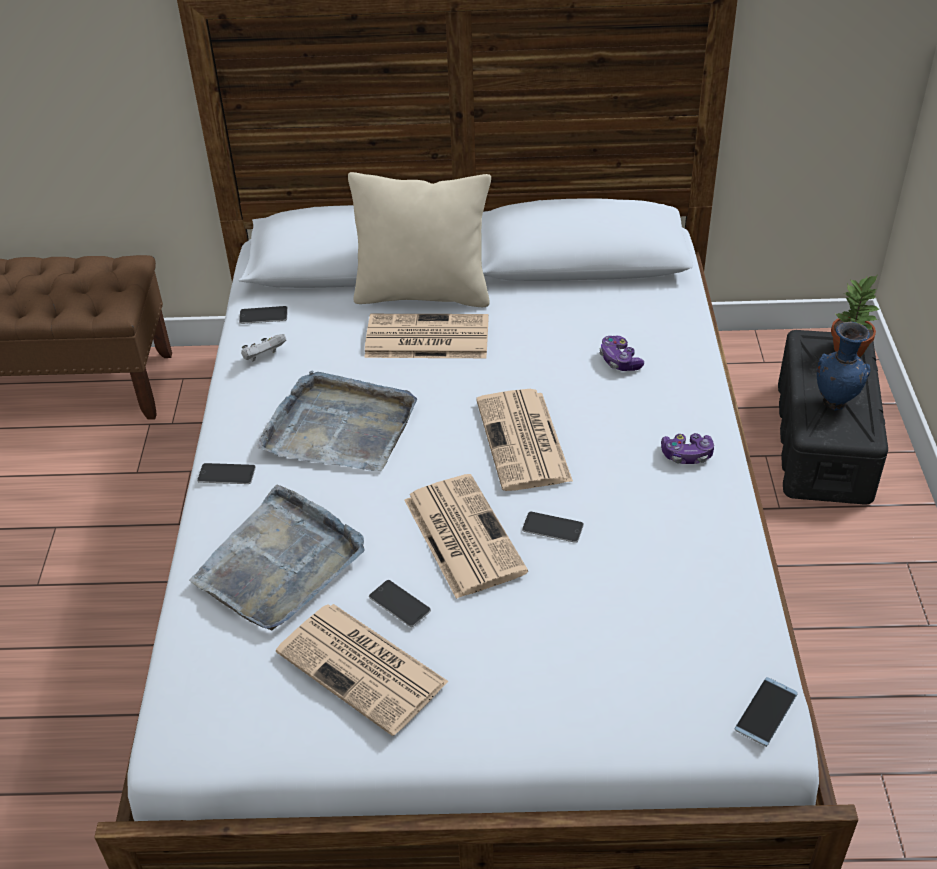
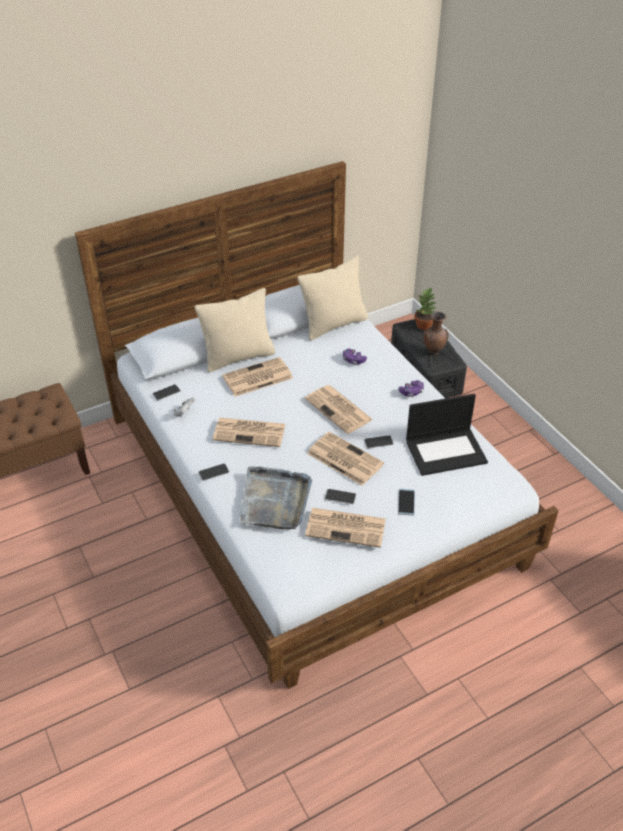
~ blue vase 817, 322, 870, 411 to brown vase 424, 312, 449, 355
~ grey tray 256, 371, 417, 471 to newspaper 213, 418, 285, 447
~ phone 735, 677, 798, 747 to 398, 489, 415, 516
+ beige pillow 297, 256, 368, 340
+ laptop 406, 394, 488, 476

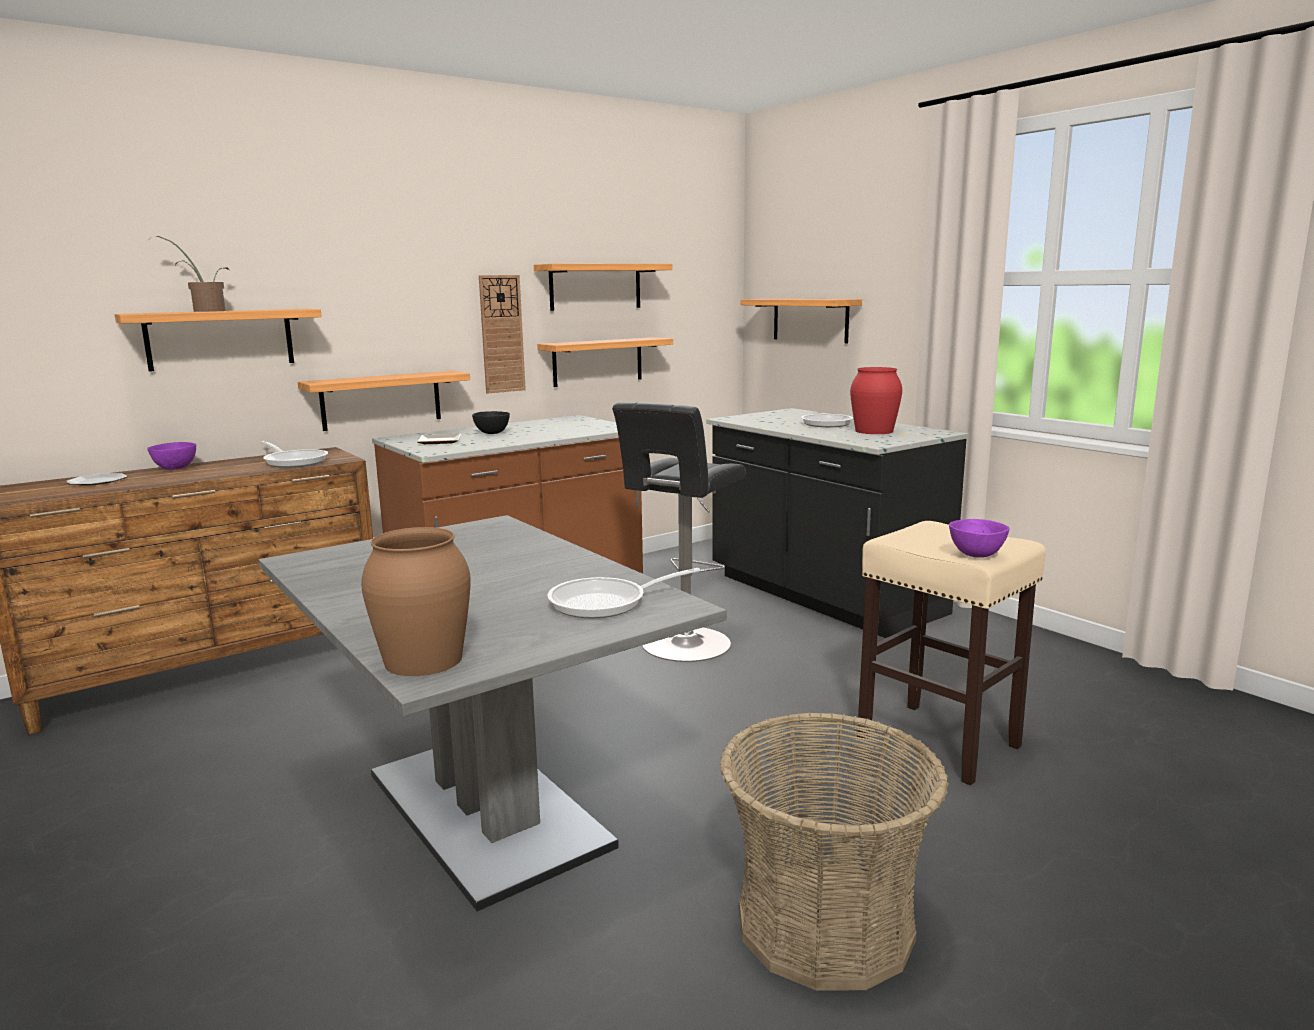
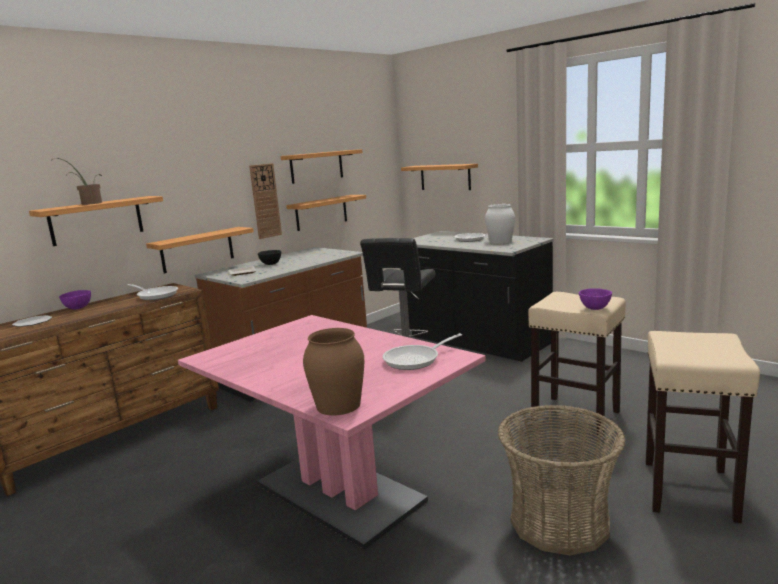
~ red vase 850, 367, 902, 434 to white vase 485, 204, 515, 244
~ grey dining table 259, 515, 727, 911 to pink dining table 178, 315, 486, 550
+ beige stool 646, 331, 760, 523

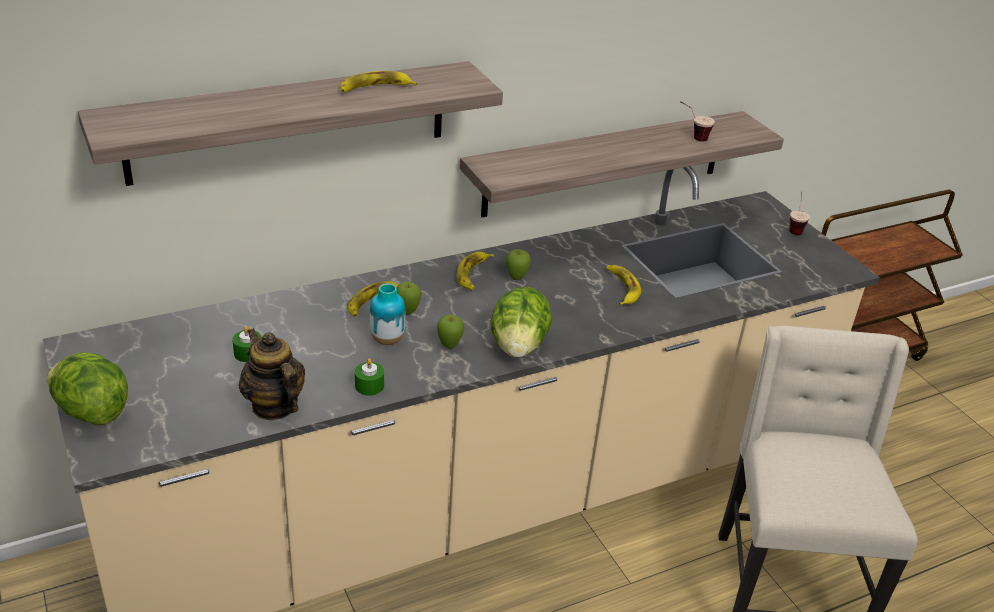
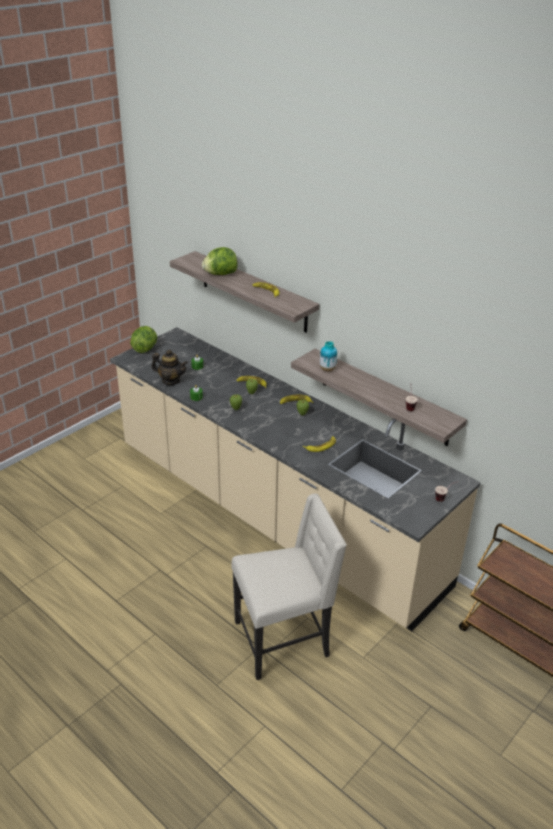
~ vase 370, 283, 405, 345 to 320, 341, 337, 371
~ lettuce 491, 287, 552, 358 to 202, 247, 238, 275
~ teapot 239, 328, 305, 420 = 151, 350, 188, 385 75 degrees clockwise

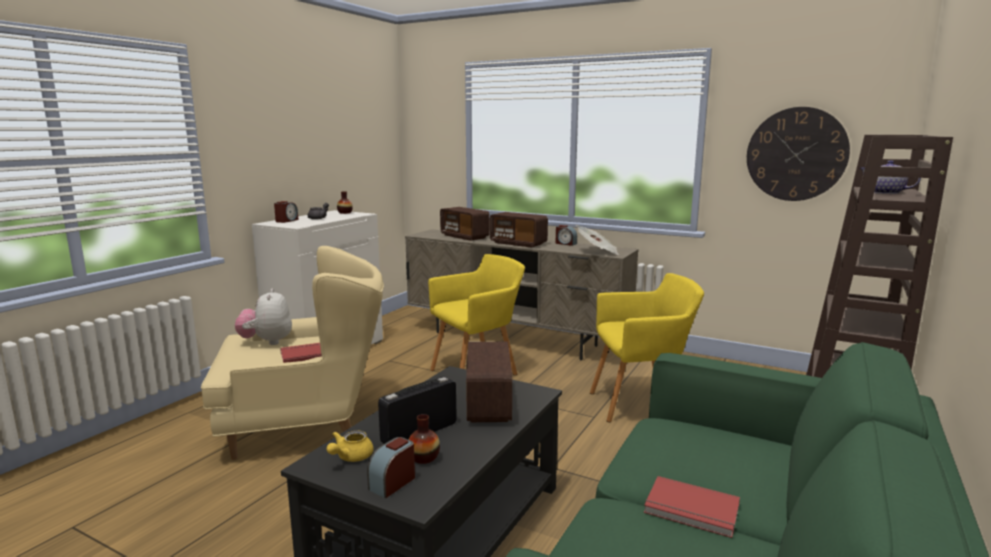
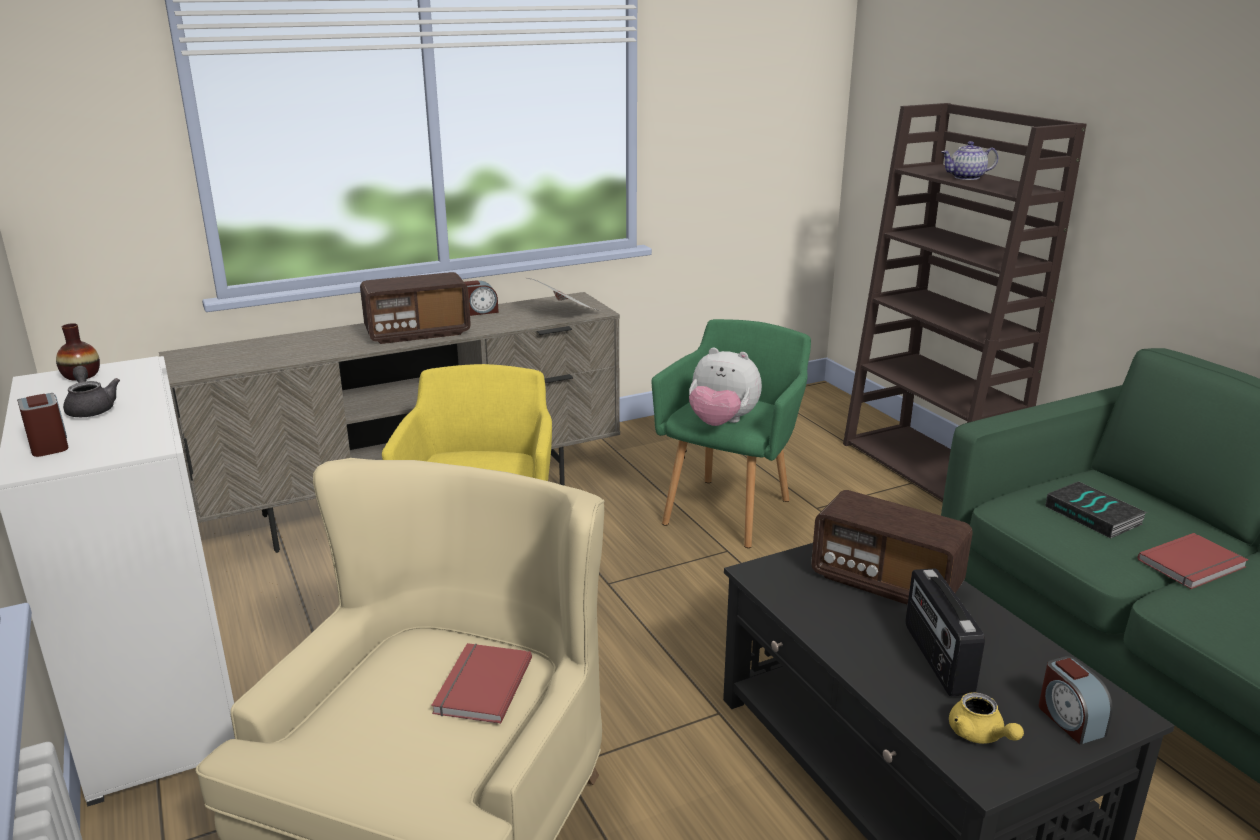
- wall clock 747, 107, 850, 201
- radio 440, 207, 490, 241
~ yellow armchair 590, 273, 704, 422 to green armchair 651, 319, 811, 548
~ plush toy 235, 288, 292, 345 to 689, 348, 762, 426
- vase 408, 414, 440, 464
+ book 1045, 481, 1147, 538

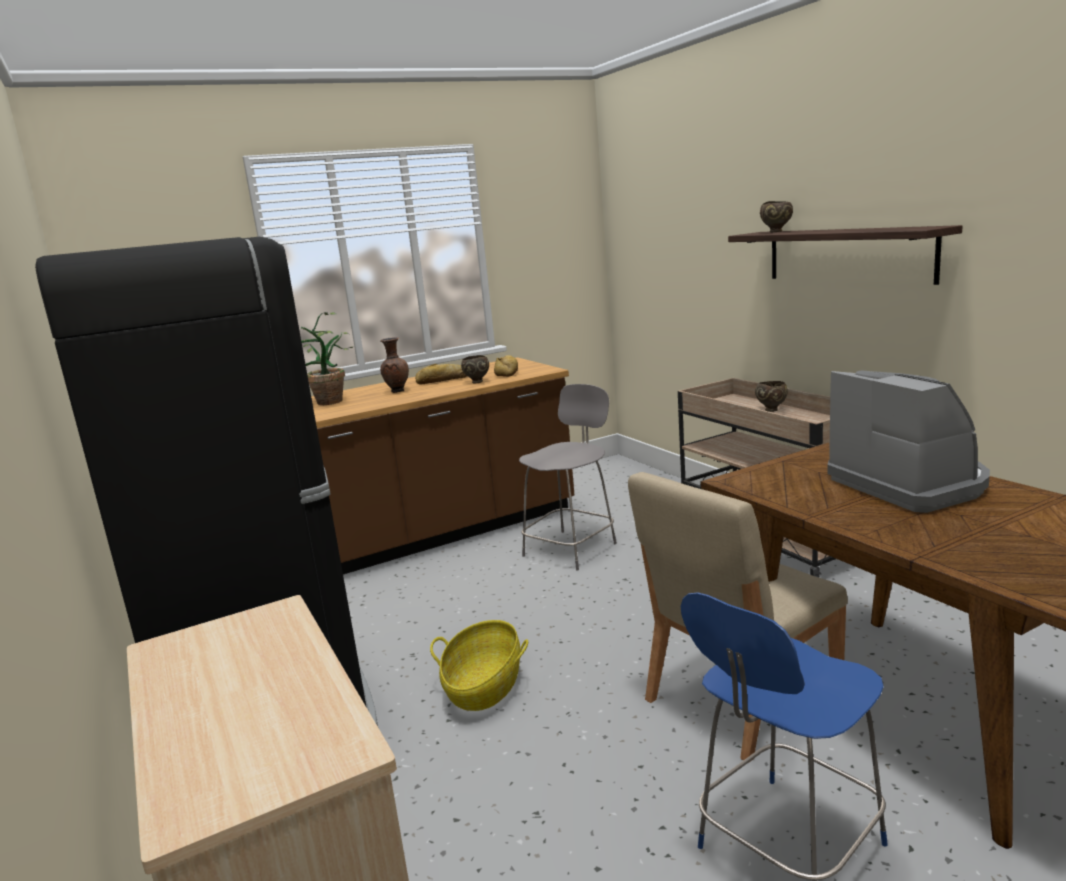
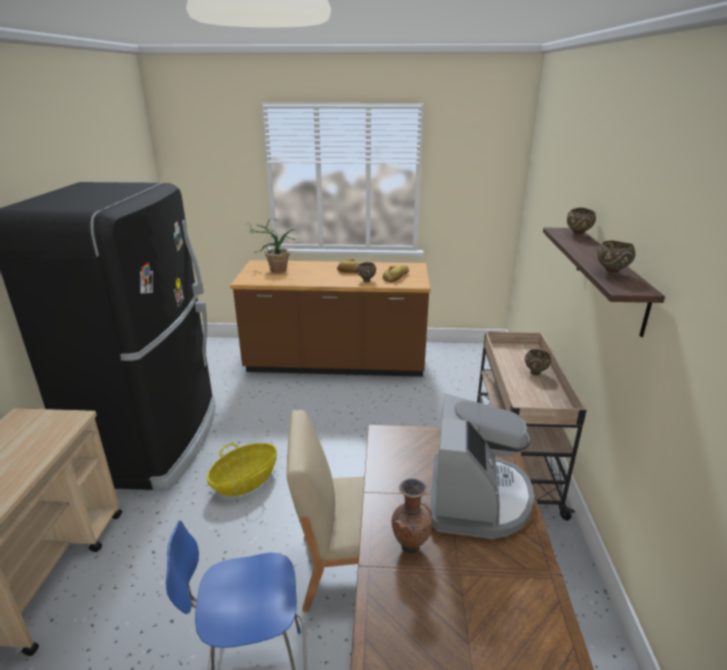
~ brown vase 380, 337, 409, 393 to 392, 479, 432, 553
- grey chair 519, 384, 617, 570
+ brown bowl 597, 241, 636, 276

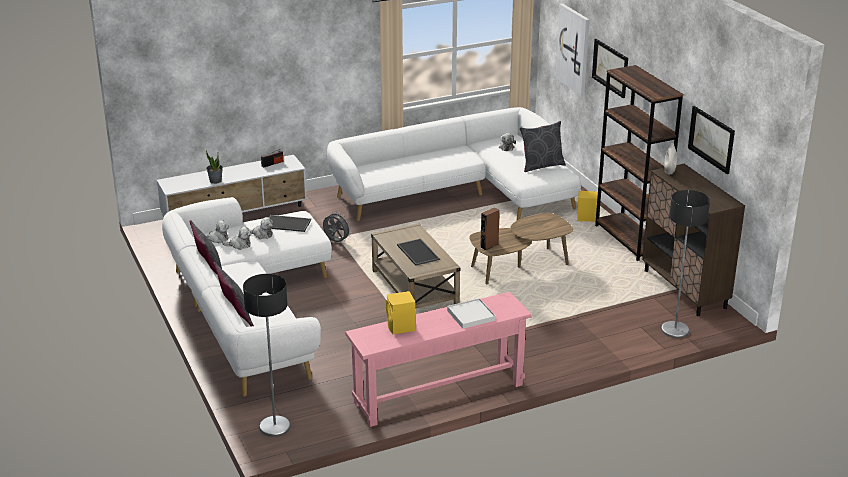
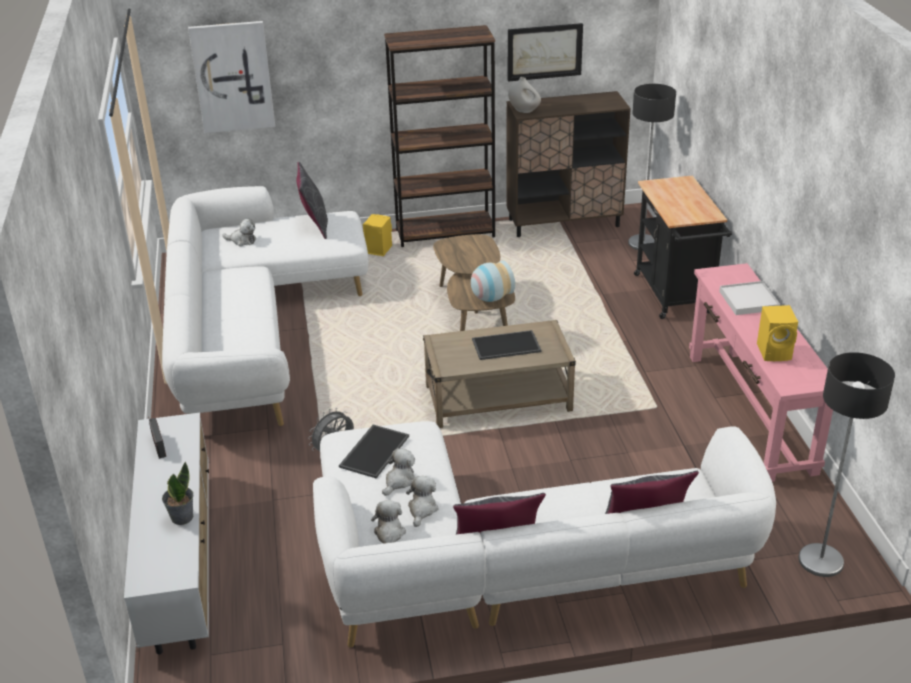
- picture 592, 39, 628, 98
~ brown speaker 480, 208, 500, 250 to vase 471, 261, 515, 302
+ black cart 634, 176, 732, 319

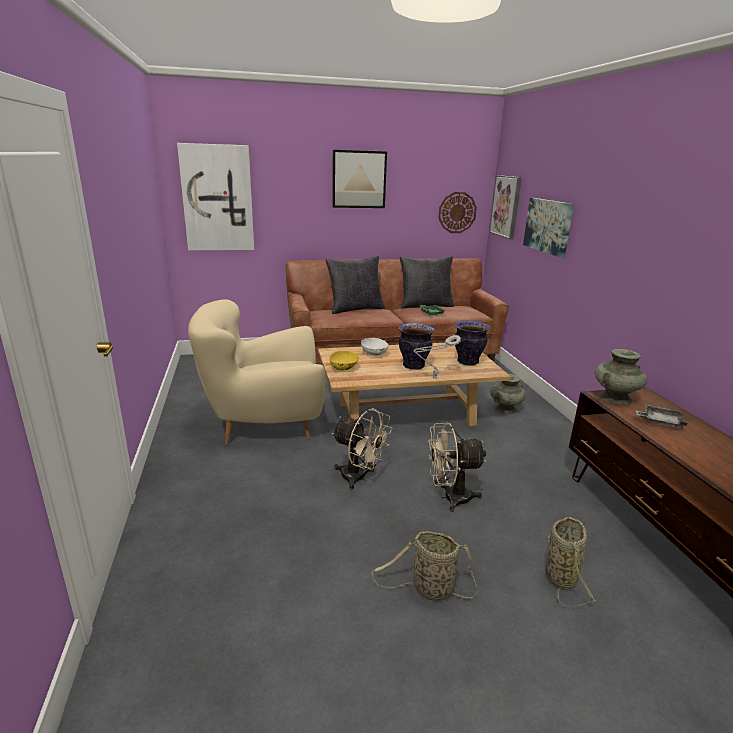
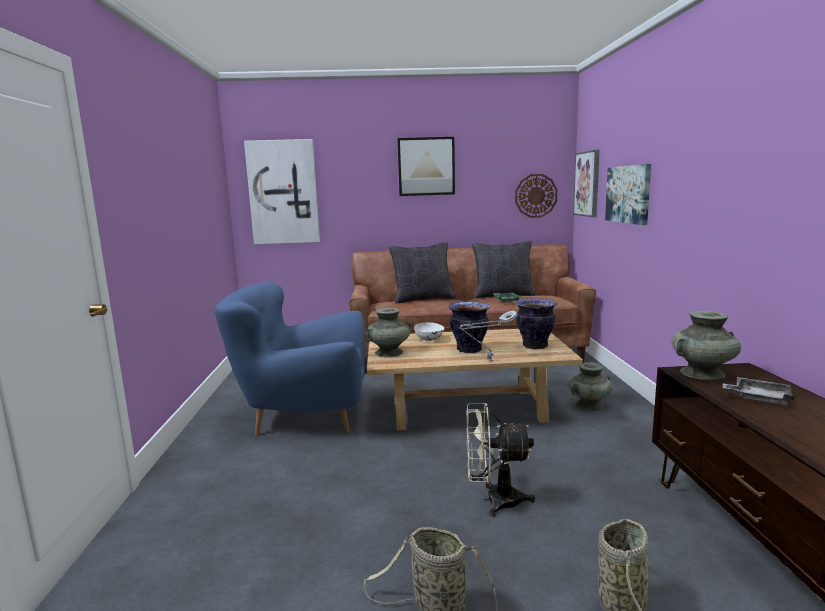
~ beige armchair 188, 299, 325, 444 to blue armchair 215, 282, 366, 436
~ yellow bowl 329, 351, 359, 371 to turquoise vase 364, 308, 411, 357
- beige fan 332, 408, 392, 489

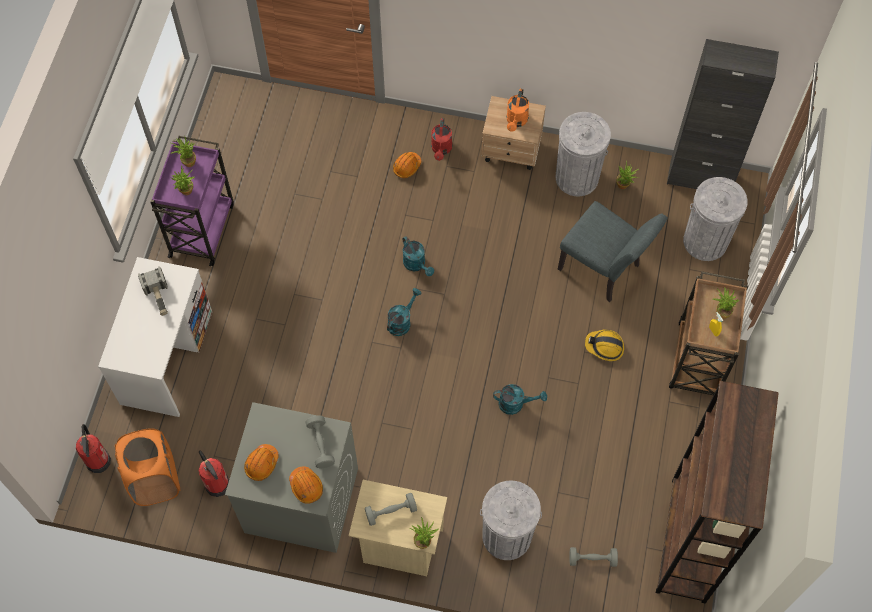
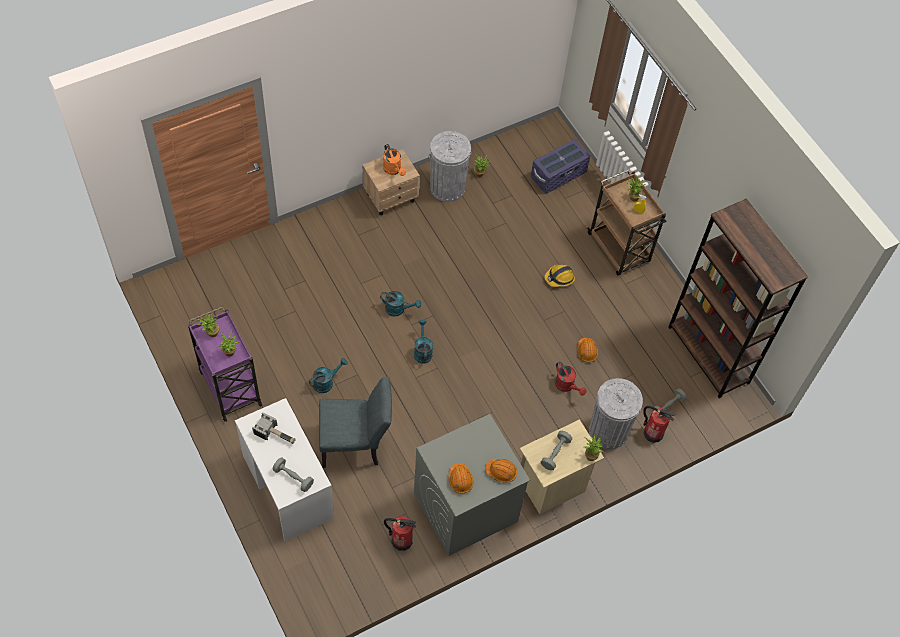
- black cabinet 667, 39, 779, 189
~ red watering can 431, 118, 452, 161 to 555, 362, 587, 396
~ orange hard hat 393, 152, 421, 178 to 577, 338, 598, 362
~ grey trash can 683, 177, 748, 261 to purple storage box 531, 139, 590, 194
~ grey chair 558, 201, 668, 302 to 319, 377, 392, 468
~ turquoise watering can 493, 384, 547, 415 to 309, 358, 348, 393
~ grey dumbbell 306, 415, 335, 468 to 273, 457, 314, 492
~ fire extinguisher 76, 424, 111, 473 to 643, 406, 675, 443
- orange laundry basket 115, 428, 180, 506

